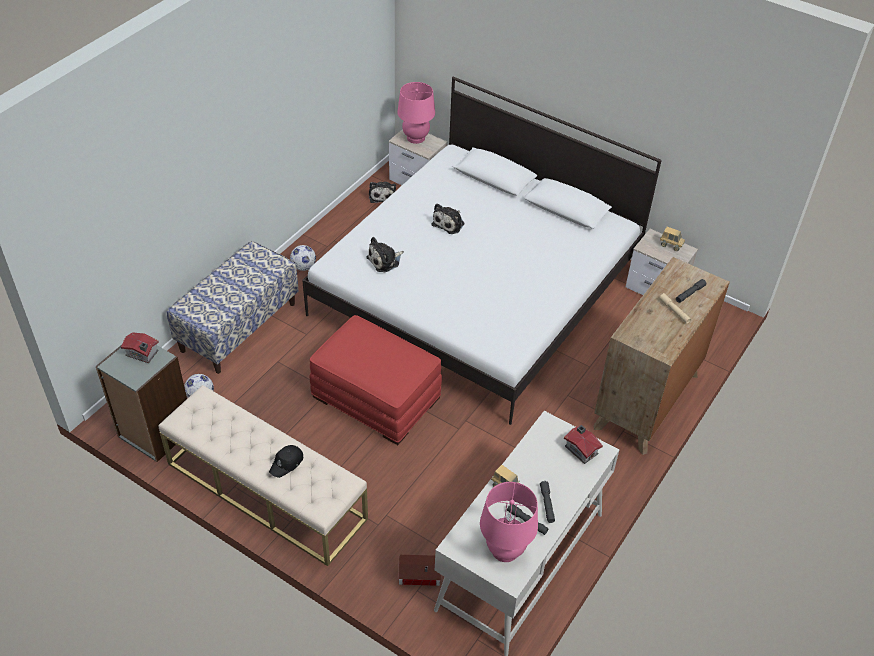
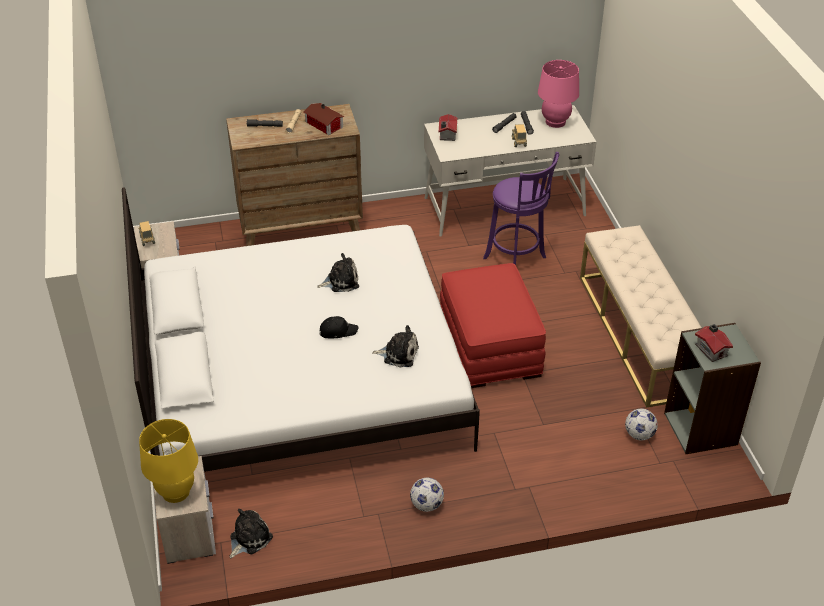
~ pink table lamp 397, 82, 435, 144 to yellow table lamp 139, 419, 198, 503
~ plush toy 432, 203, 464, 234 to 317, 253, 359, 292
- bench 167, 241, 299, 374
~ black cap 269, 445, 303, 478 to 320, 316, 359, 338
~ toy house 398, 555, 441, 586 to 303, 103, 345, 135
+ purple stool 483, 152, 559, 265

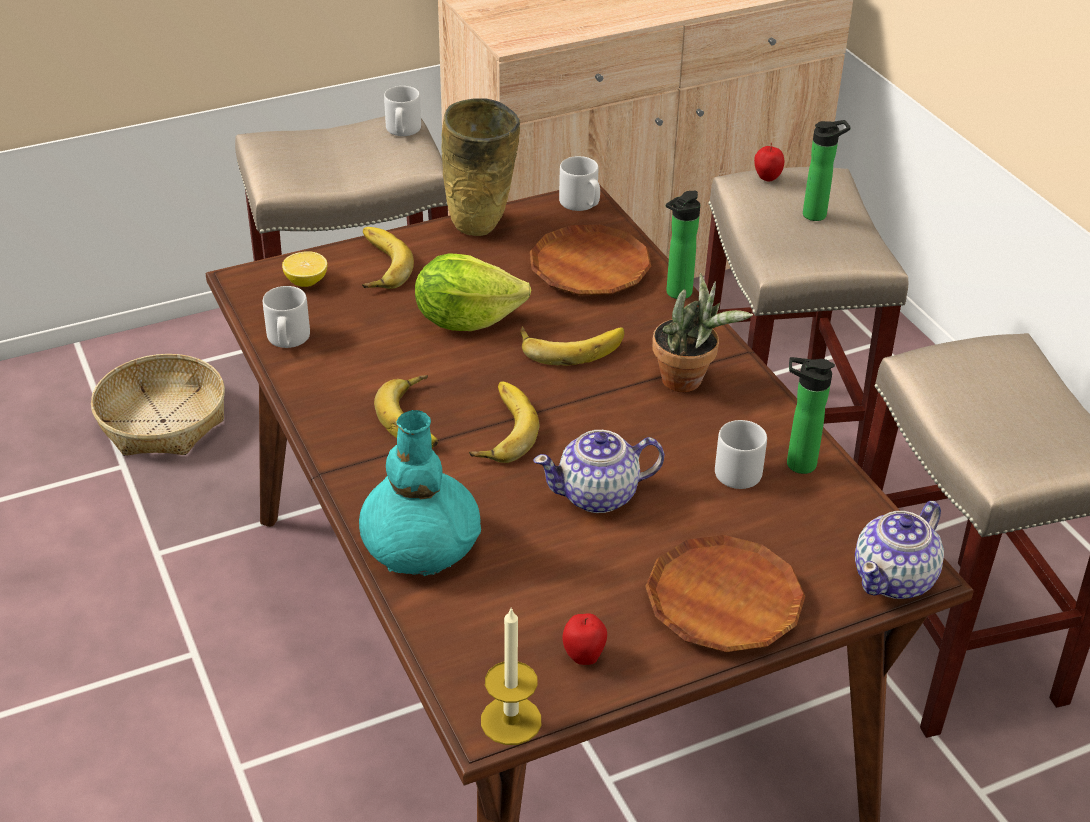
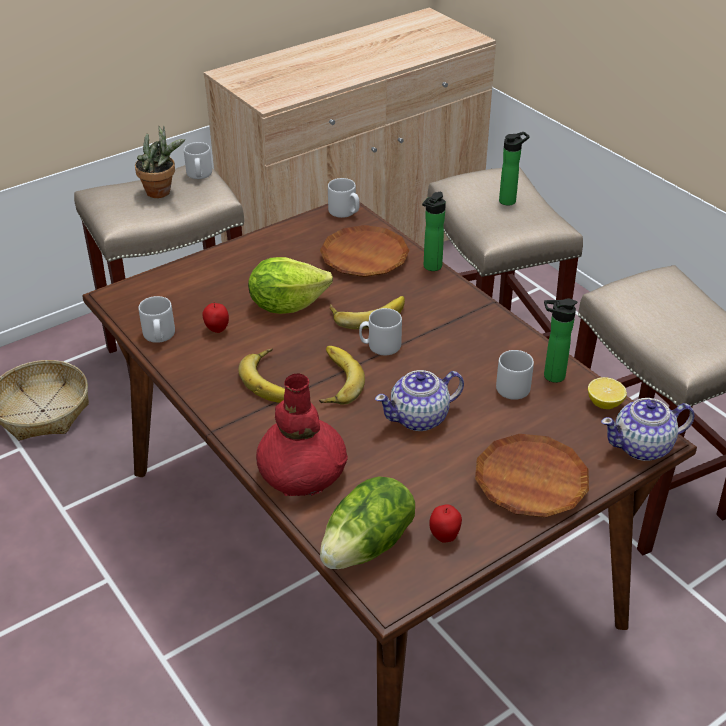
- beige vase 441, 98, 520, 236
~ apple 754, 143, 784, 182 to 202, 301, 229, 333
- banana 362, 227, 414, 289
~ lemon 282, 251, 328, 287 to 588, 377, 627, 409
~ potted plant 652, 273, 753, 392 to 135, 126, 185, 198
~ turquoise vase 359, 410, 481, 576 to red vase 256, 373, 348, 496
~ teapot 855, 501, 944, 599 = 601, 398, 694, 461 45 degrees clockwise
- candle 481, 607, 541, 745
+ grey mug 359, 308, 402, 355
+ lettuce 320, 476, 415, 569

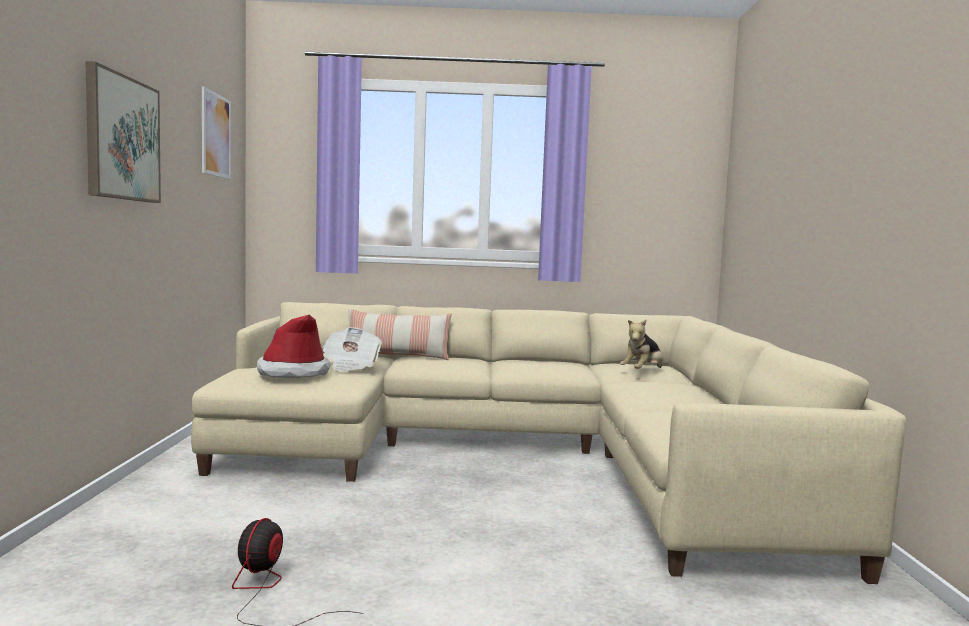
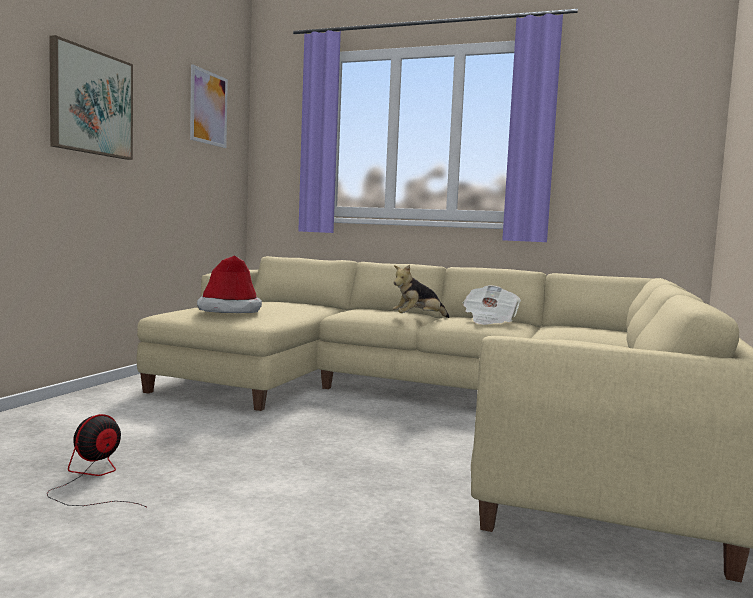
- pillow 349, 309, 452, 360
~ plush toy 620, 319, 663, 369 to 392, 265, 449, 318
~ newspaper 322, 327, 382, 372 to 463, 285, 521, 325

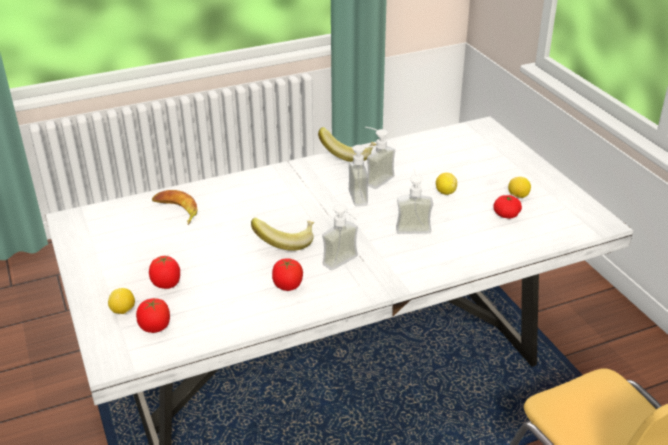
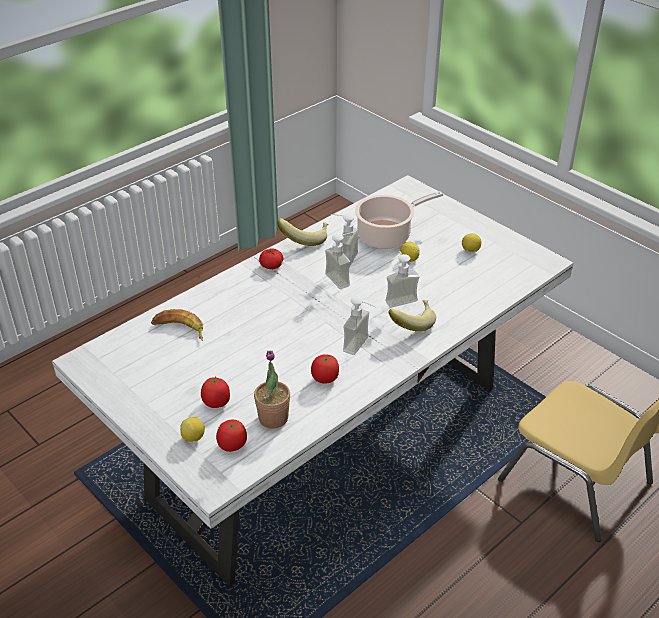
~ tomato 494, 195, 522, 219 to 259, 248, 283, 269
~ banana 251, 218, 314, 251 to 388, 300, 436, 331
+ cooking pot 355, 191, 443, 249
+ potted plant 254, 350, 290, 429

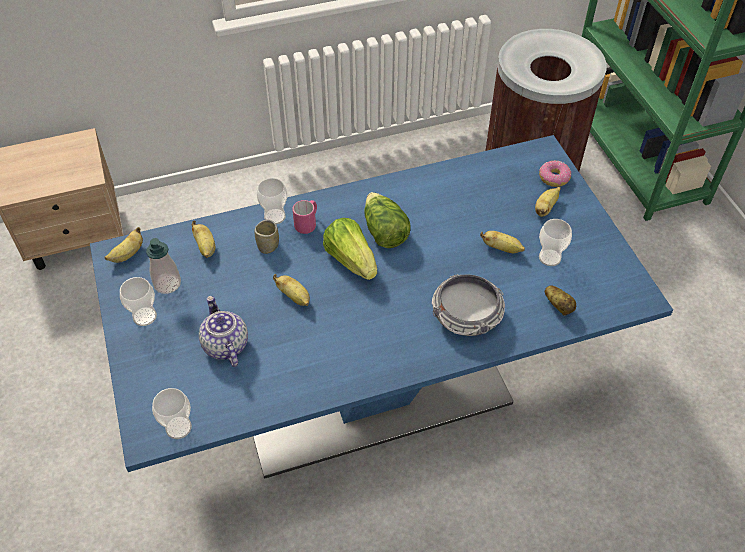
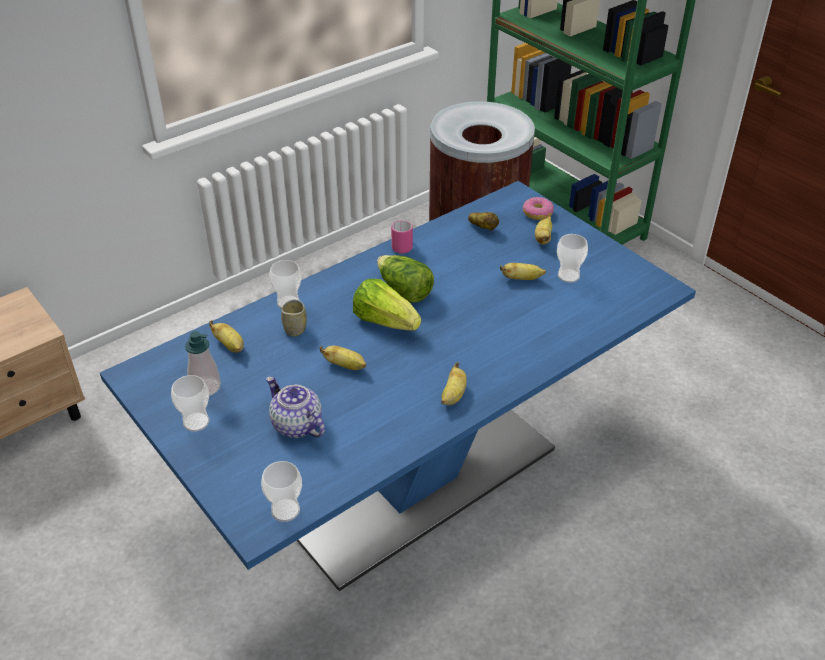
~ pink mug 292, 200, 317, 234 to 391, 220, 413, 253
~ banana 105, 227, 143, 263 to 441, 362, 467, 405
- bowl 432, 274, 505, 336
~ potato 545, 286, 576, 316 to 468, 212, 499, 231

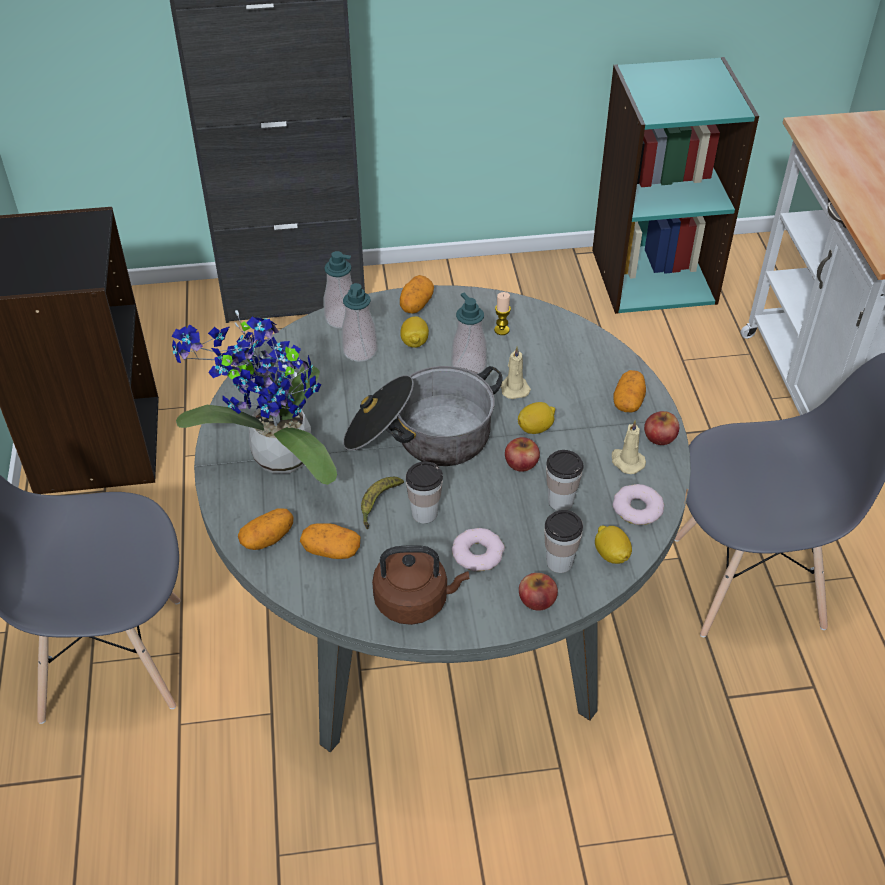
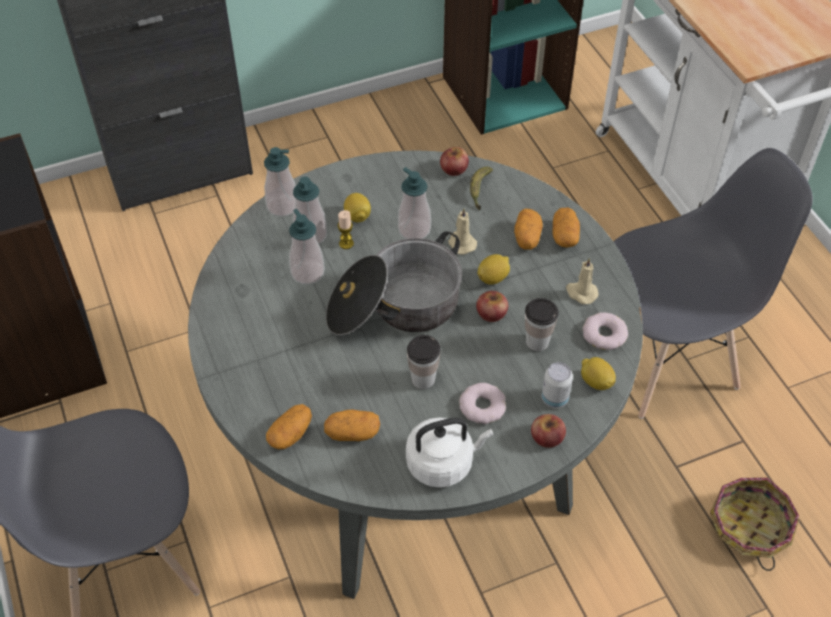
~ potato 400, 275, 434, 313 to 514, 209, 543, 250
~ candle 494, 292, 511, 335 to 338, 210, 354, 249
- potted plant 171, 310, 337, 485
~ apple 644, 411, 679, 445 to 440, 147, 469, 176
~ banana 361, 477, 404, 529 to 470, 167, 493, 210
~ cup 544, 510, 583, 573 to can 541, 362, 573, 408
~ brown kettle 372, 545, 469, 625 to white kettle 406, 417, 493, 488
+ soap dispenser 289, 209, 325, 285
+ basket 710, 478, 799, 571

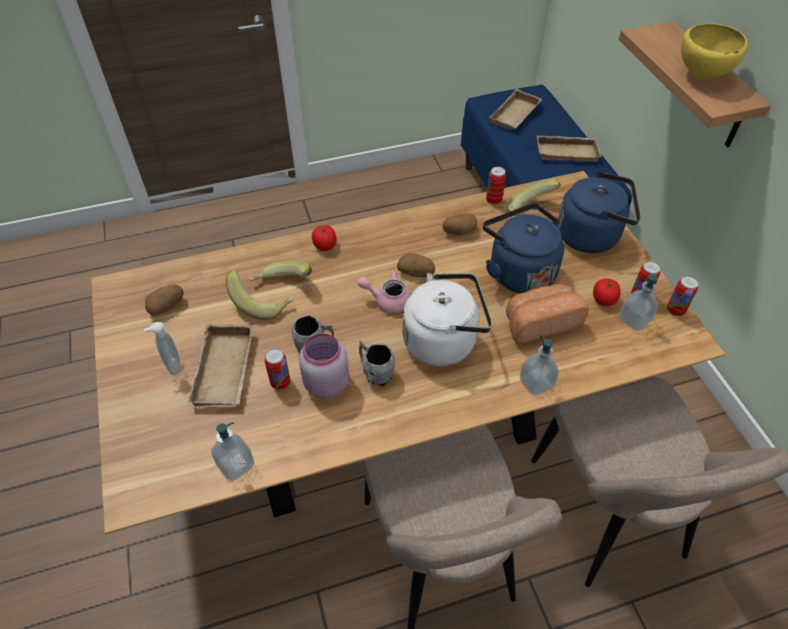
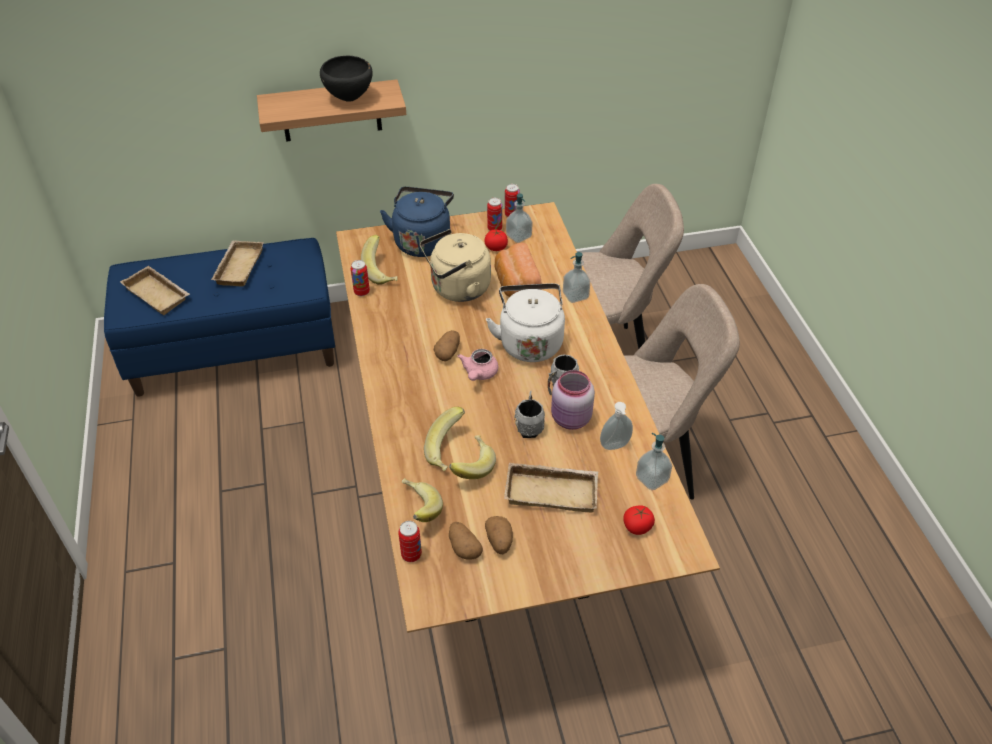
~ yellow bowl 681, 23, 748, 80 to black bowl 320, 56, 373, 102
~ blue kettle 483, 204, 564, 293 to beige kettle 420, 229, 491, 302
~ potato 443, 213, 477, 235 to 485, 516, 513, 554
~ tomato 312, 225, 337, 251 to 623, 506, 655, 535
~ soap dispenser 144, 322, 181, 375 to 600, 402, 633, 450
~ can 265, 348, 290, 390 to 398, 521, 422, 562
+ banana 402, 478, 443, 522

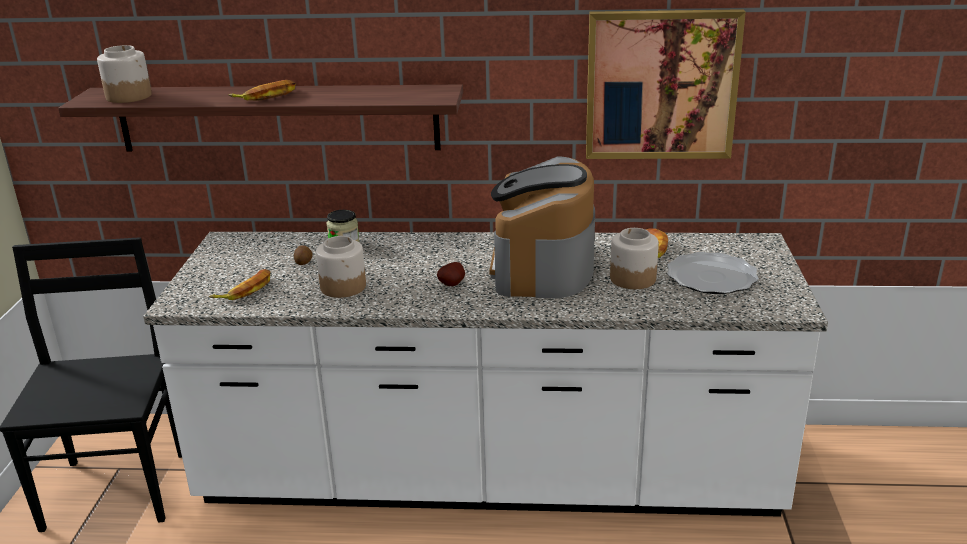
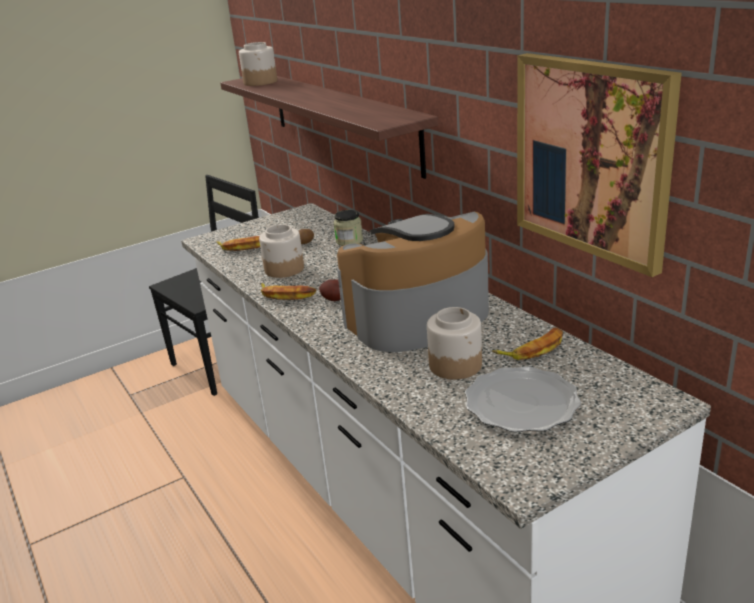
~ banana 229, 80, 296, 101 to 261, 283, 316, 300

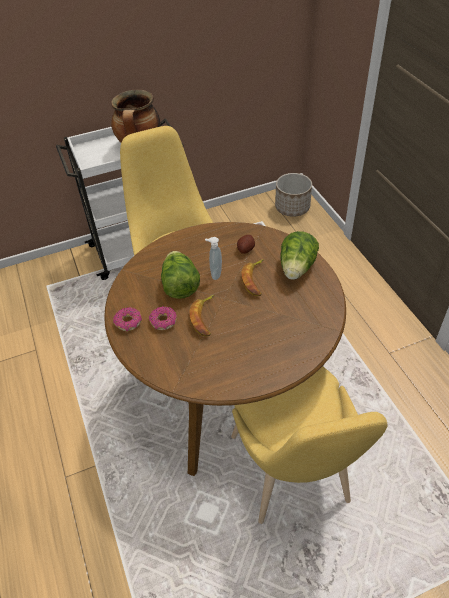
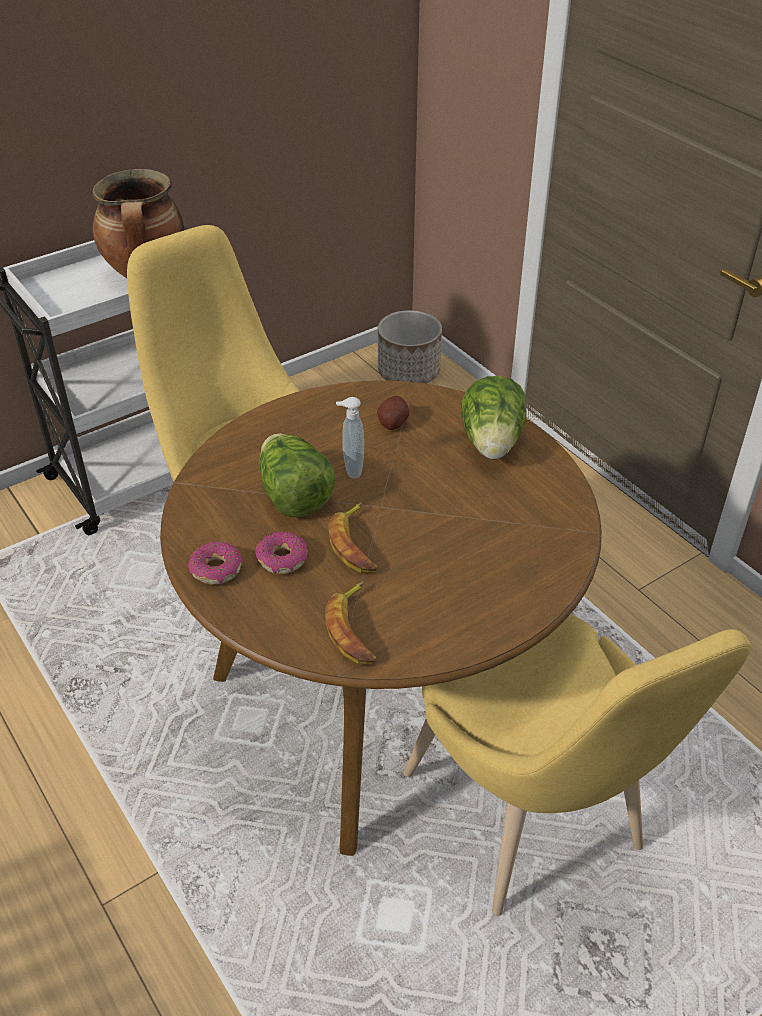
~ banana 241, 259, 264, 296 to 325, 582, 376, 664

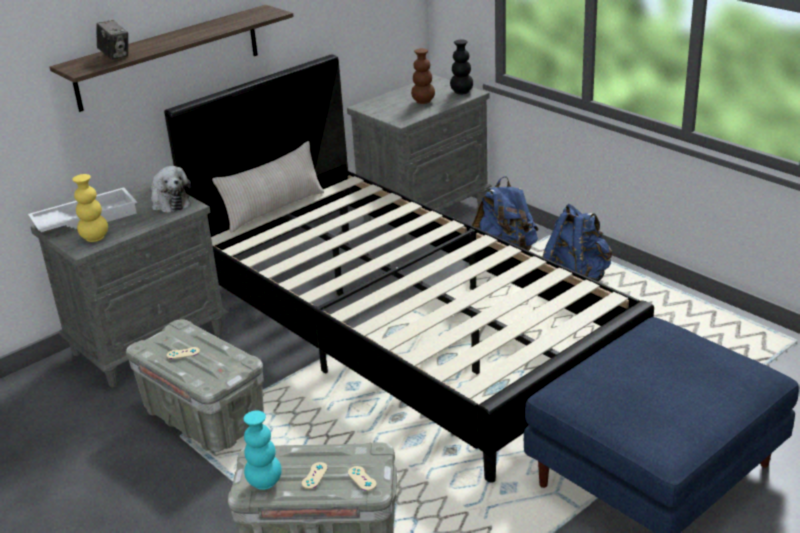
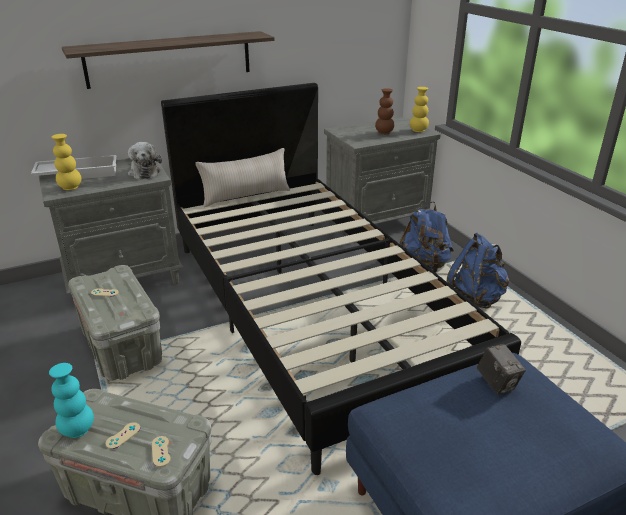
~ photo camera 96, 20, 128, 60 to 477, 344, 526, 395
~ black vase 450, 40, 473, 94 to yellow vase 410, 87, 429, 132

